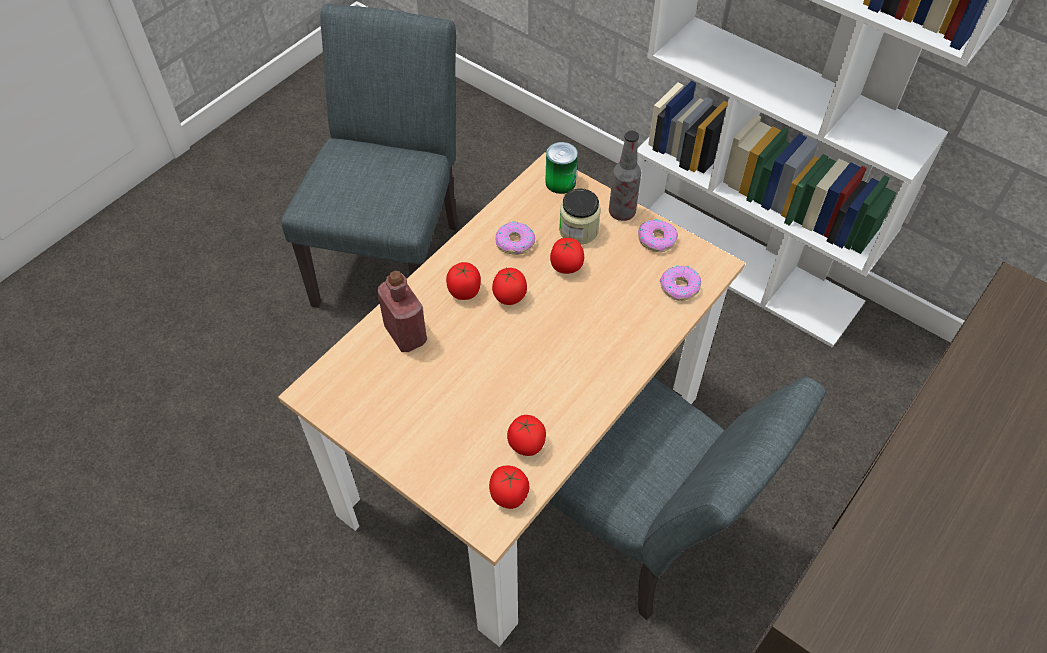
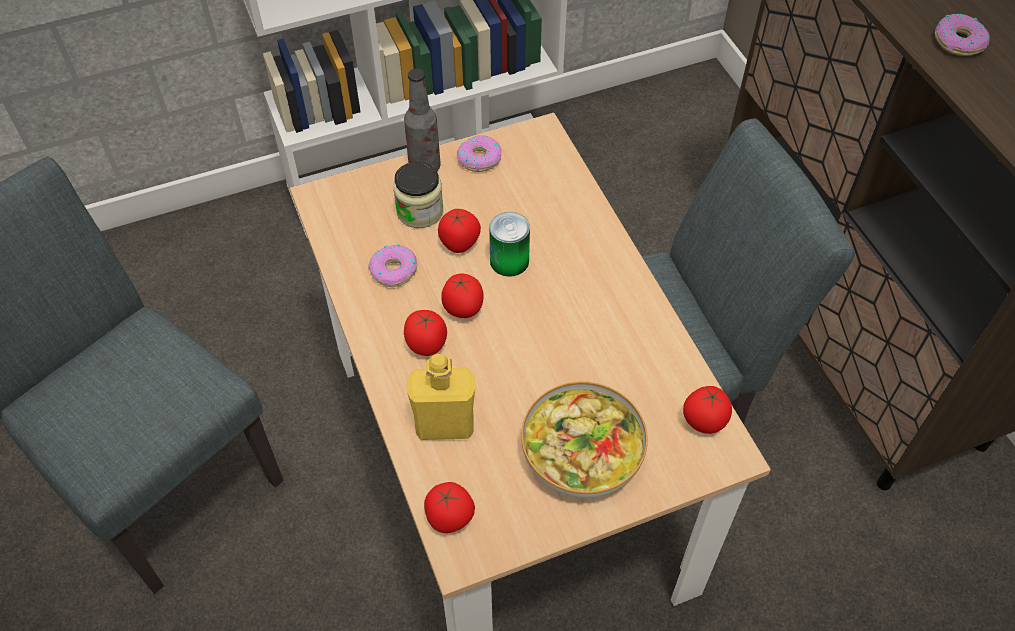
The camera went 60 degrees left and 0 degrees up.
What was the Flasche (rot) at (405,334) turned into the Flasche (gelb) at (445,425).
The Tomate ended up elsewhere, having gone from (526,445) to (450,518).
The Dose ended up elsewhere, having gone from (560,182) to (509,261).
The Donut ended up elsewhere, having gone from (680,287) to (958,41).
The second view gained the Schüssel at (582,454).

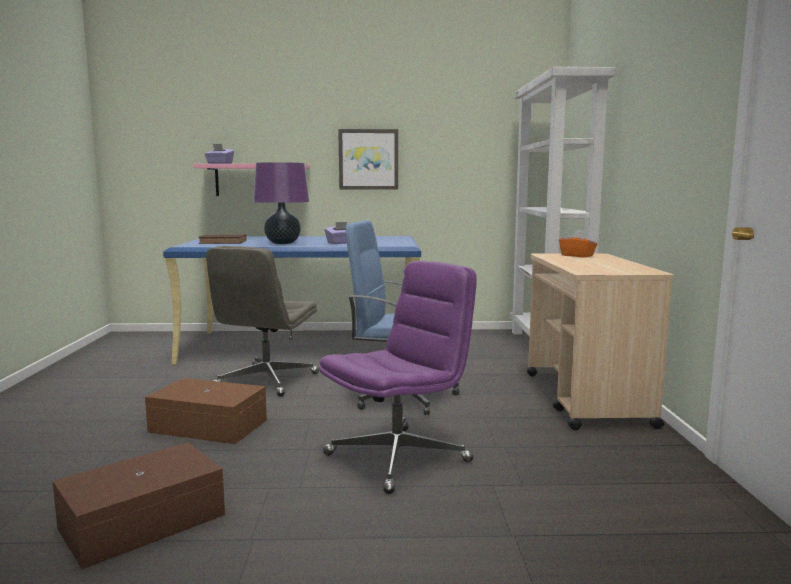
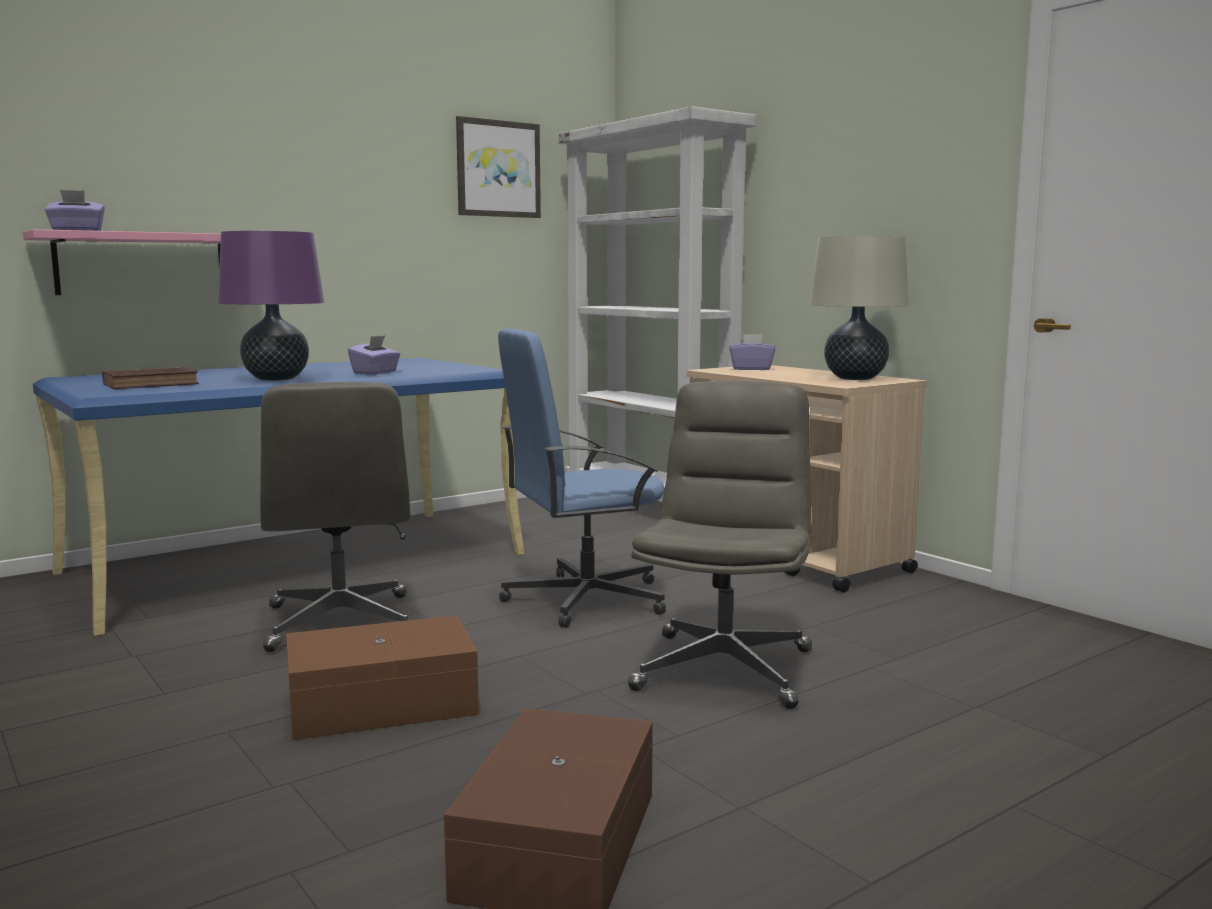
The camera went 35 degrees left and 0 degrees up.
What was the Bürostuhl (lila) at (398,457) turned into the Bürostuhl (grau) at (724,669).
The Bild ended up elsewhere, having gone from (368,159) to (498,169).
What was the Taschentuchbox (orange) at (577,256) turned into the Taschentuchbox (lila) at (751,369).
The second view gained the Tischlampe (beige) at (855,378).

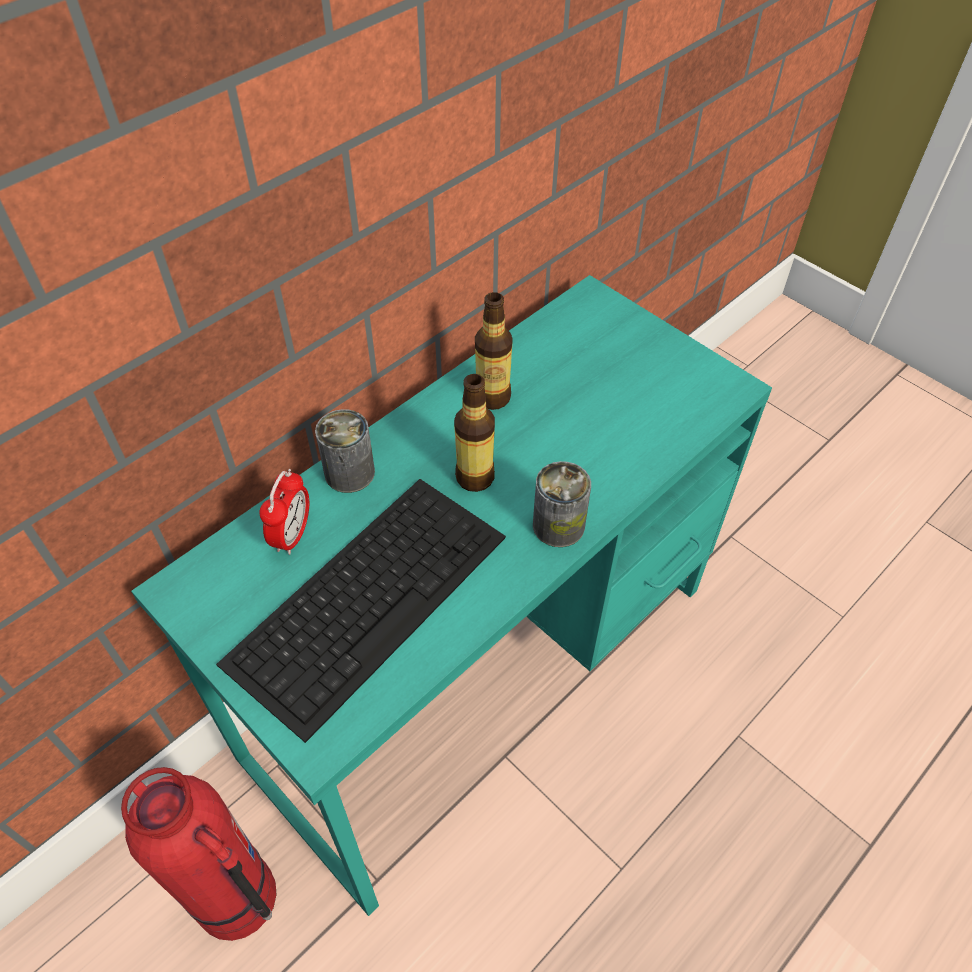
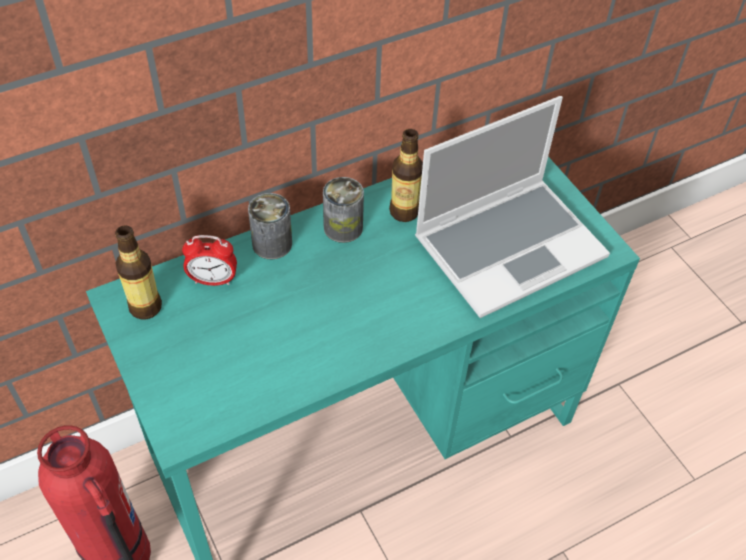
The camera went 15 degrees right and 0 degrees up.
The second view lost the Tastatur at (369,595).
The Wecker at (292,535) ended up facing another way, 60 degrees clockwise from before.
The Flasche ended up elsewhere, having gone from (475,477) to (145,307).
The Dose ended up elsewhere, having gone from (558,525) to (343,227).
The second view gained the Laptop at (510,246).

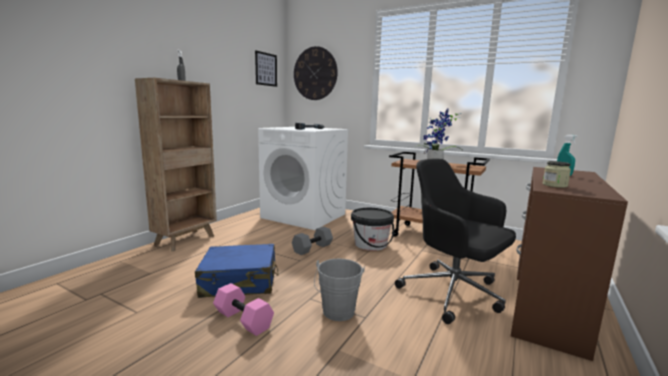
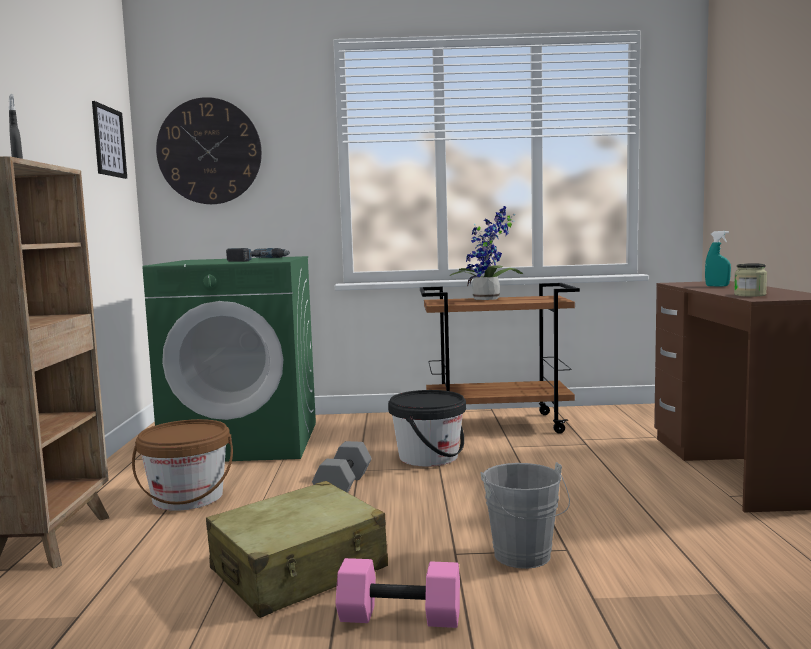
The camera went 30 degrees left and 5 degrees down.
What was the Koffer (blau) at (240,282) turned into the Koffer (beige) at (299,570).
What was the Waschmaschine (weiß) at (304,216) turned into the Waschmaschine (grün) at (245,441).
The second view lost the Bürostuhl (schwarz) at (453,293).
The second view gained the Eimer (braun) at (188,498).

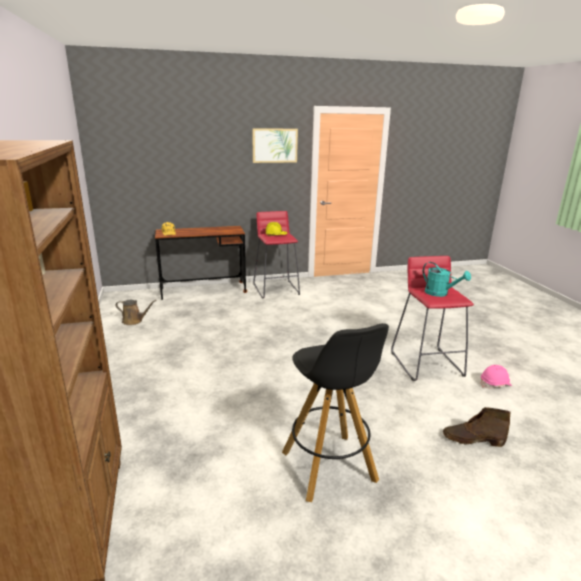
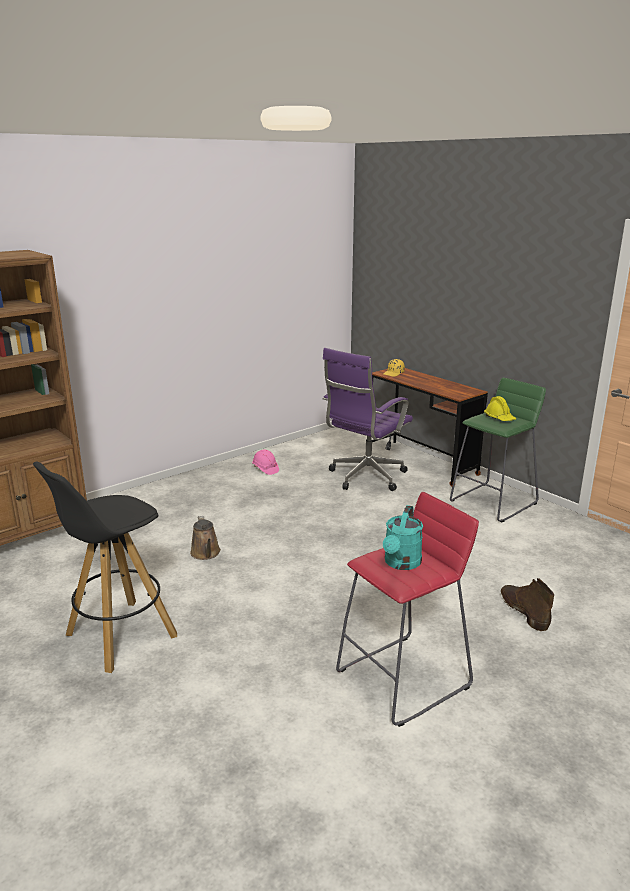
The camera went 65 degrees right and 0 degrees up.
The Gießkanne (braun) ended up elsewhere, having gone from (134,321) to (206,553).
The second view lost the Bild at (274,145).
What was the Hocker (rot) at (276,289) turned into the Hocker (grün) at (494,502).
The Stiefel (braun) ended up elsewhere, having gone from (472,439) to (523,610).
The Schutzhelm (rosa) ended up elsewhere, having gone from (495,384) to (265,469).
The second view gained the Bürostuhl (lila) at (365,477).

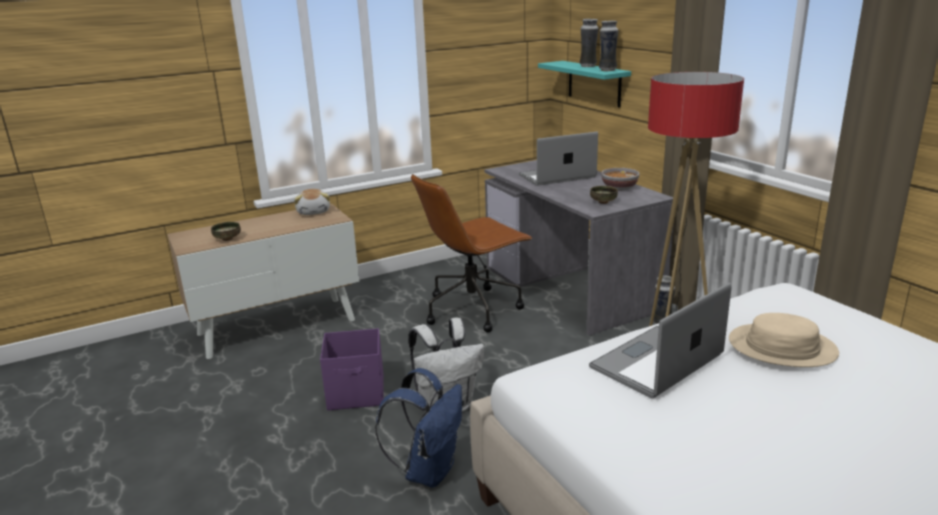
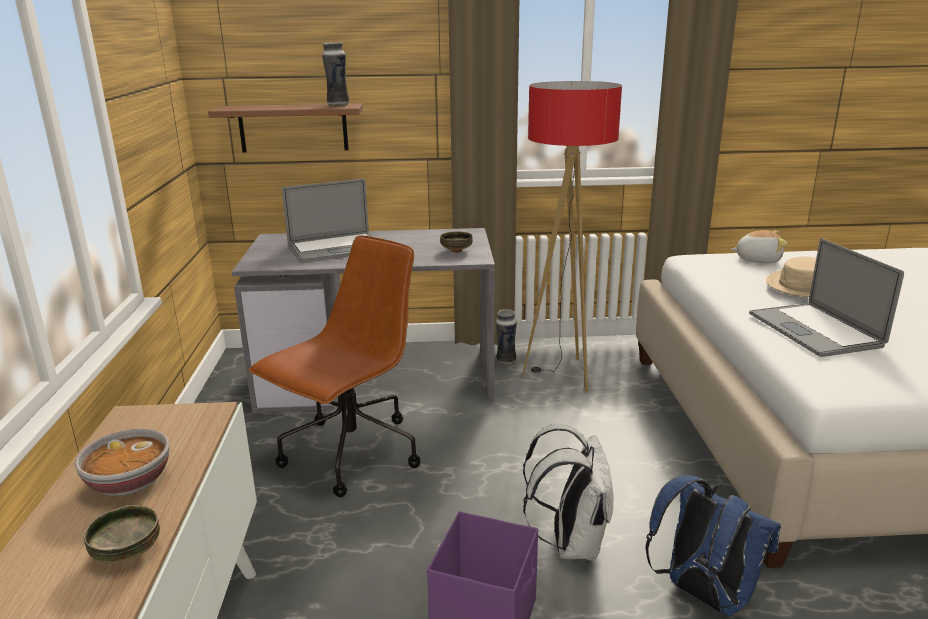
The camera went 65 degrees left and 0 degrees up.
The Plüschtier ended up elsewhere, having gone from (314,212) to (757,259).
The Bürostuhl (braun) at (473,309) ended up facing another way, 135 degrees counterclockwise from before.
The Laptop at (557,176) ended up facing another way, 120 degrees counterclockwise from before.
What was the Wandregal (türkis) at (594,83) turned into the Wandregal (braun) at (293,128).
The second view lost the Vase at (588,66).
The Schüssel ended up elsewhere, having gone from (619,188) to (129,483).

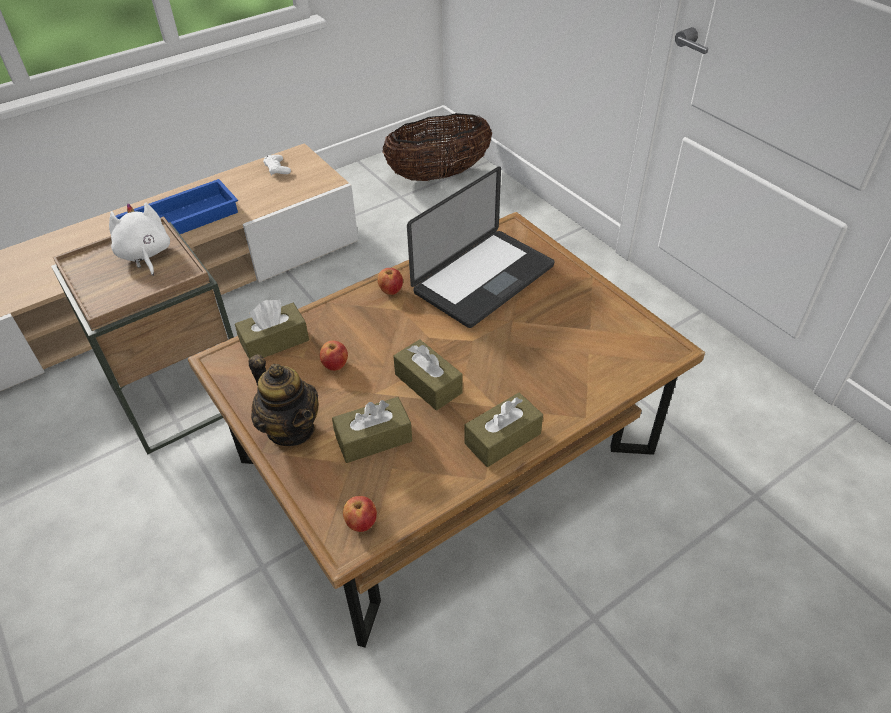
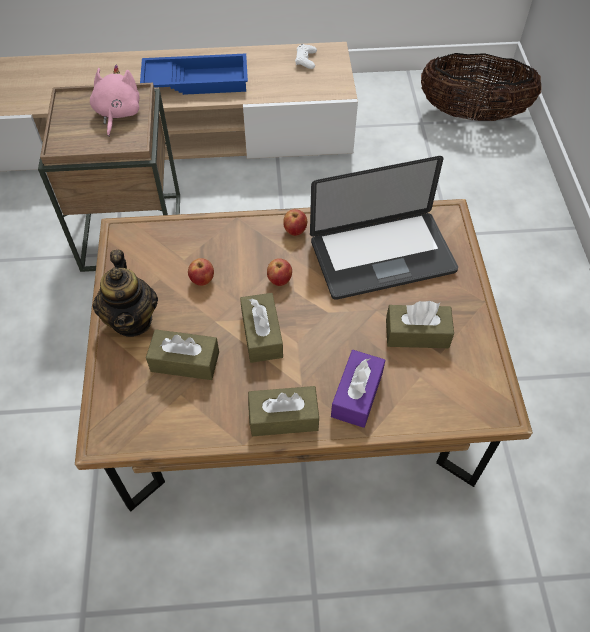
The camera went 30 degrees right and 10 degrees up.
What was the Plüschtier (weiß) at (145,255) turned into the Plüschtier (rosa) at (117,113).
The Taschentuchbox (braun) ended up elsewhere, having gone from (274,341) to (417,334).
The Apfel ended up elsewhere, having gone from (361,523) to (279,280).
The second view gained the Taschentuchbox (lila) at (357,395).

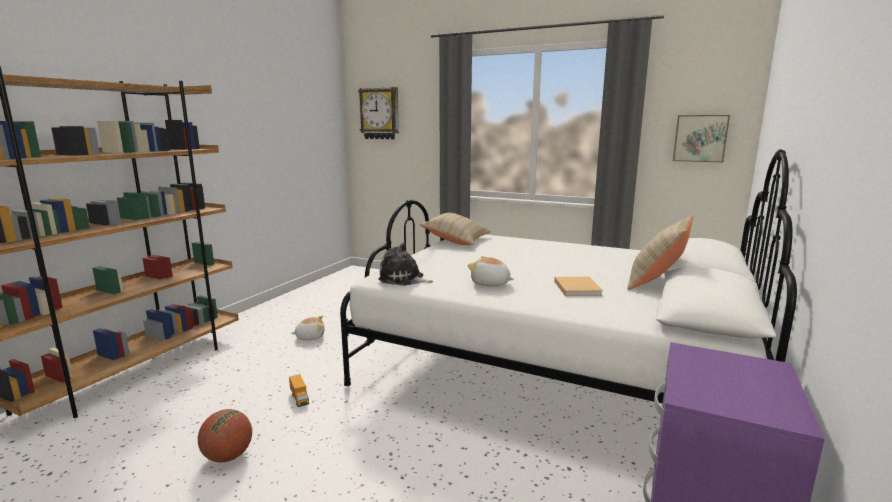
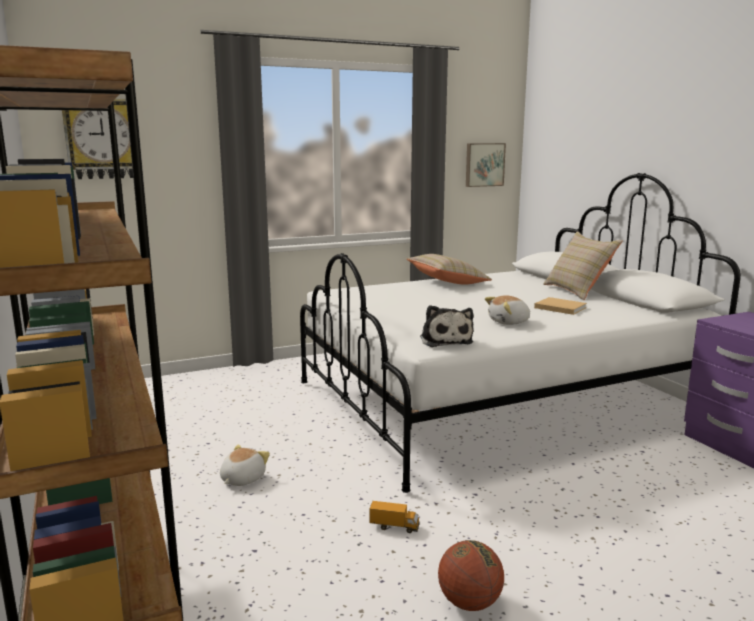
The camera went 50 degrees left and 0 degrees up.
The Plüschtier at (403,279) ended up facing another way, 75 degrees counterclockwise from before.
The Kissen (beige) ended up elsewhere, having gone from (456,240) to (447,282).

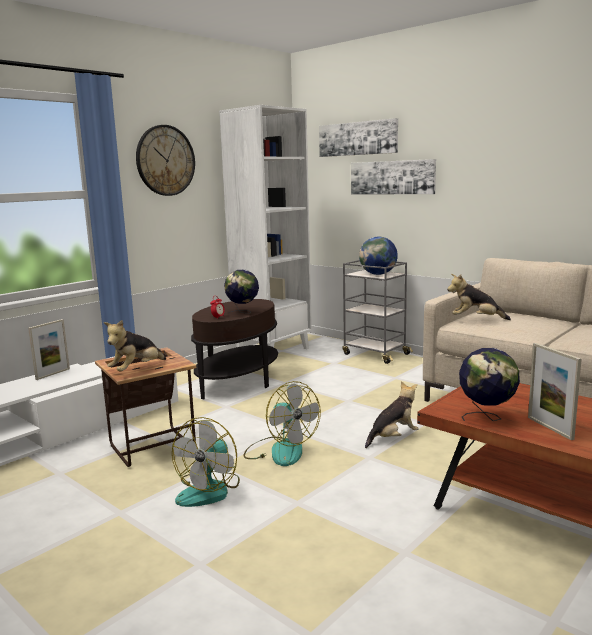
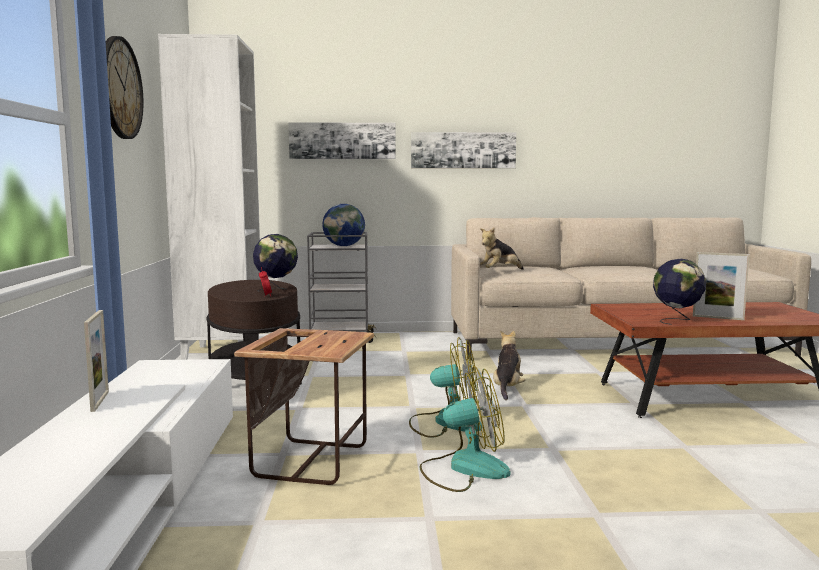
The camera went 45 degrees left and 5 degrees down.
The second view lost the Plüschtier at (137,370).
The Ventilator at (209,490) ended up facing another way, 75 degrees counterclockwise from before.
The Bild ended up elsewhere, having gone from (358,138) to (463,150).

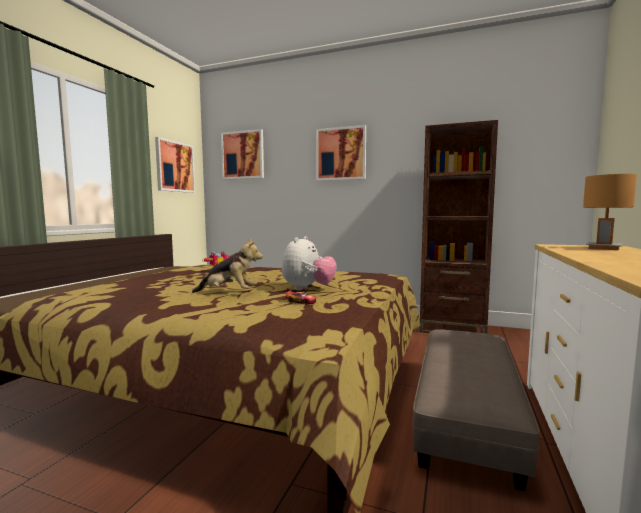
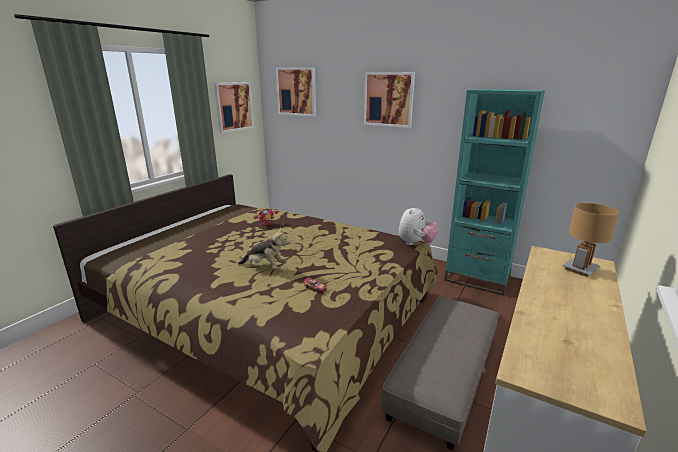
The camera went 10 degrees right and 15 degrees up.
The Plüschtier ended up elsewhere, having gone from (308,289) to (416,243).
What was the Bücherregal (braun) at (452,329) turned into the Bücherregal (türkis) at (477,279).

